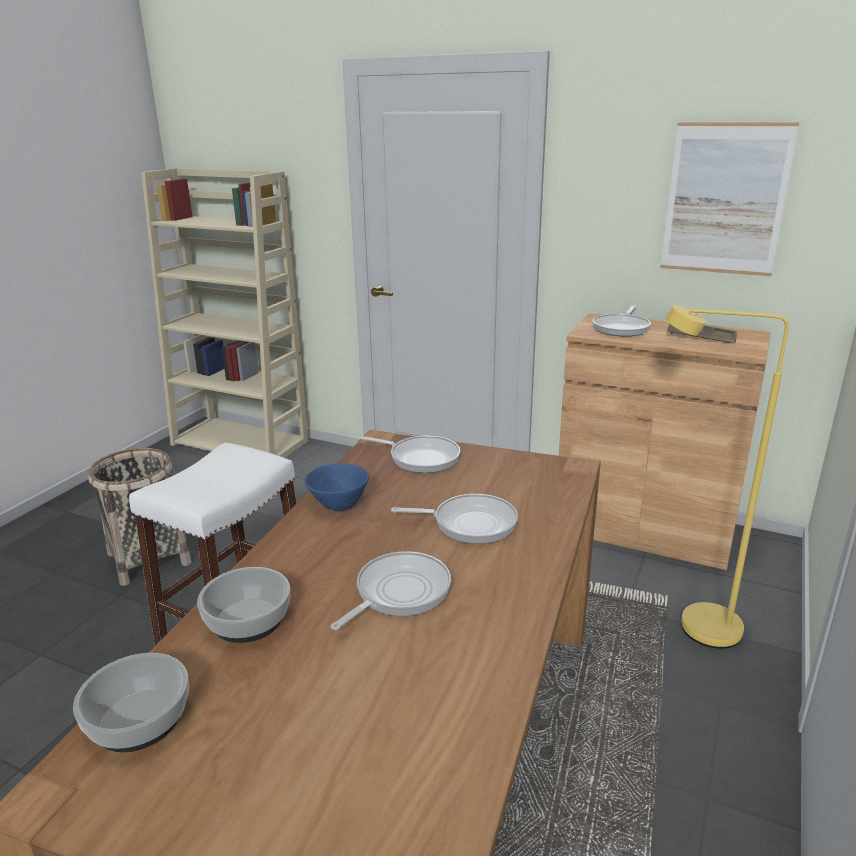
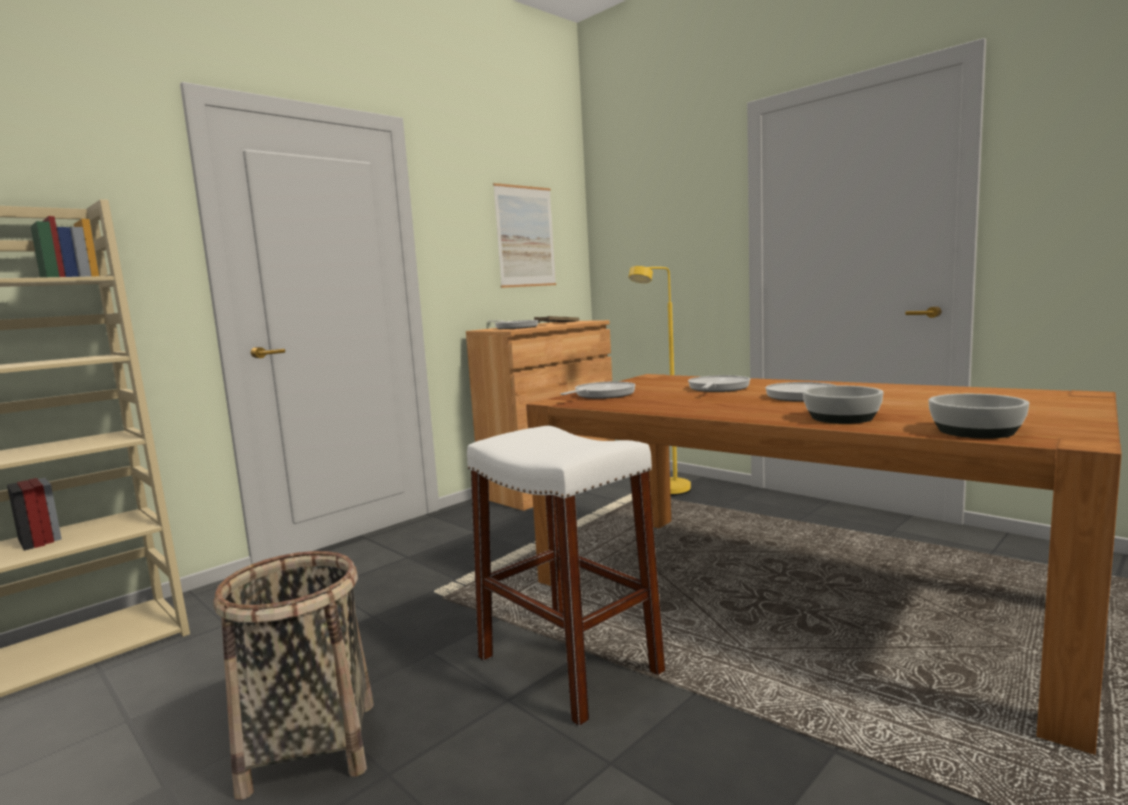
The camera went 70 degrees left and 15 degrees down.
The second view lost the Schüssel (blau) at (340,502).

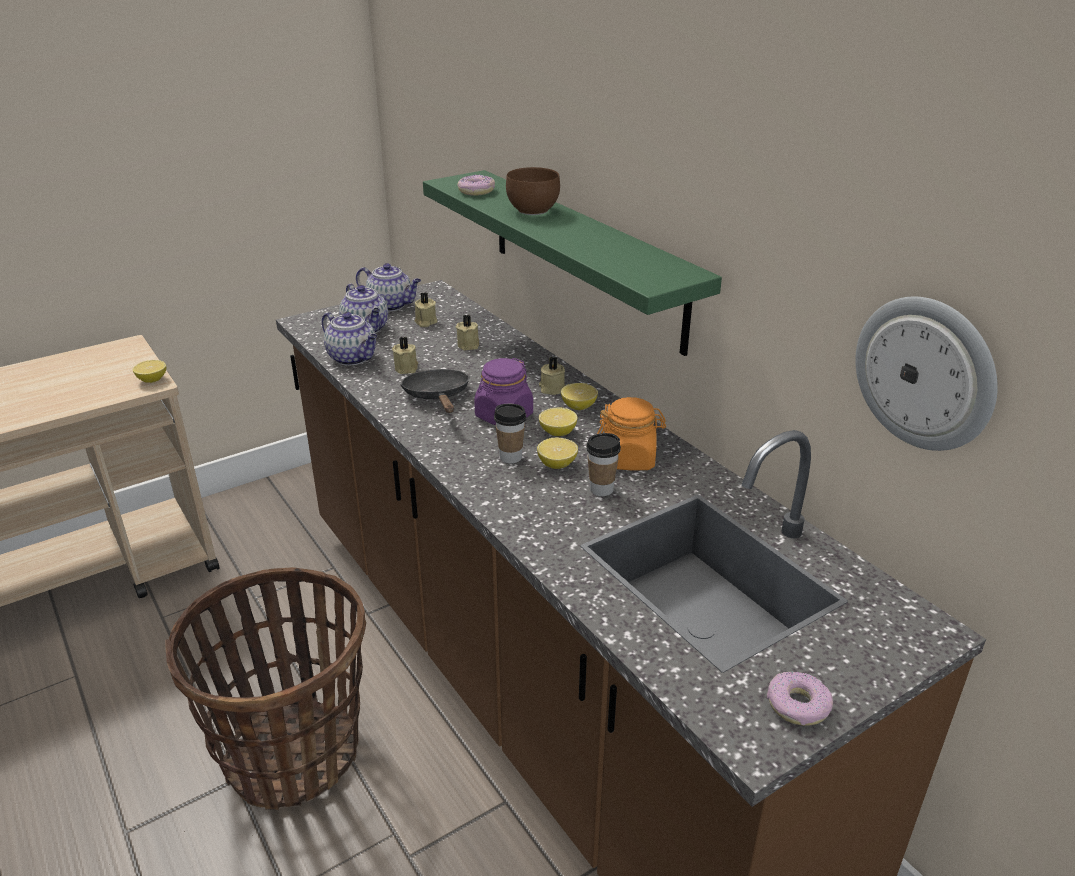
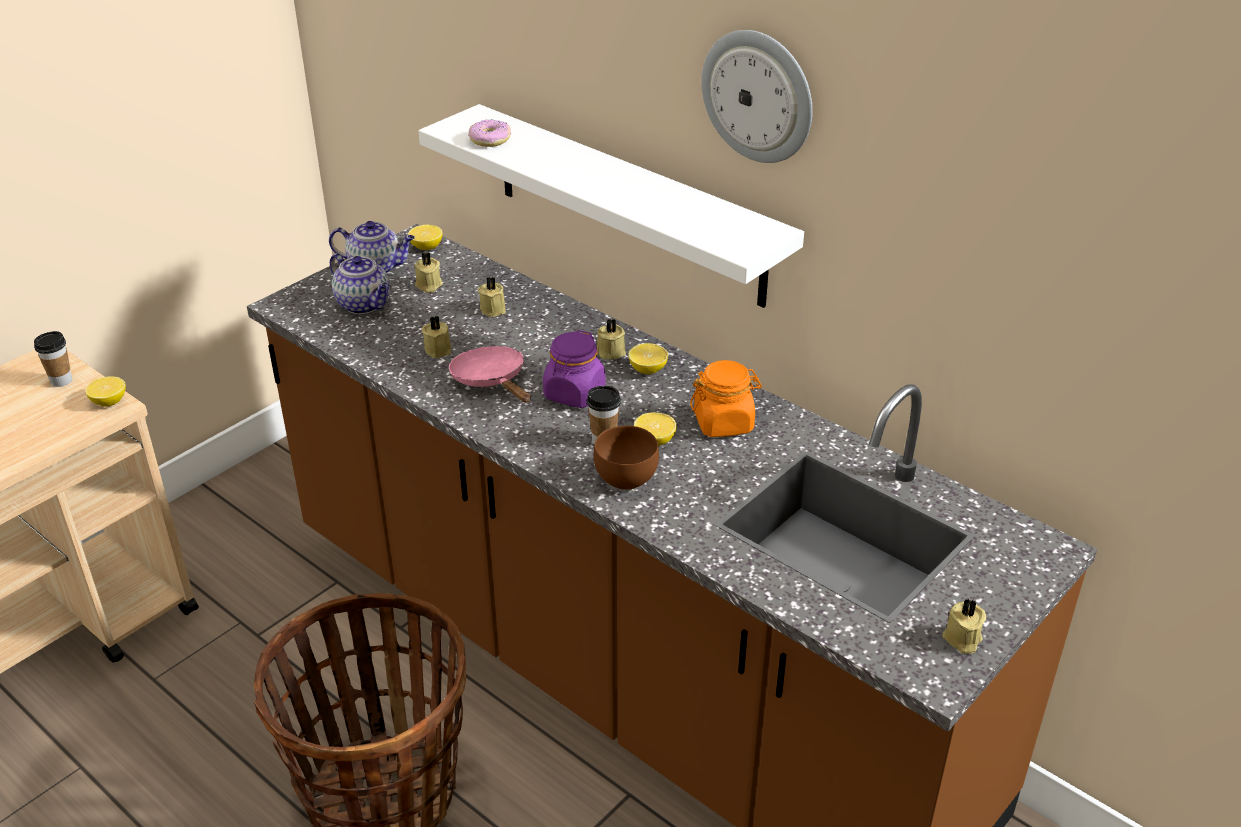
The camera went 15 degrees left and 5 degrees up.
The second view lost the Teekanne at (353,358).
What was the Pfanne (schwarz) at (438,396) turned into the Pfanne (rosa) at (491,380).
What was the Wandregal (grün) at (584,257) turned into the Wandregal (weiß) at (627,205).
The Schüssel (braun) ended up elsewhere, having gone from (533,210) to (626,477).
The Zitrone ended up elsewhere, having gone from (557,432) to (426,247).
The Tasse ended up elsewhere, having gone from (601,489) to (61,381).
Where the Donut stood at (797,706), the Kerze (beige) came to stand at (962,639).
The Wanduhr ended up elsewhere, having gone from (925,373) to (758,96).

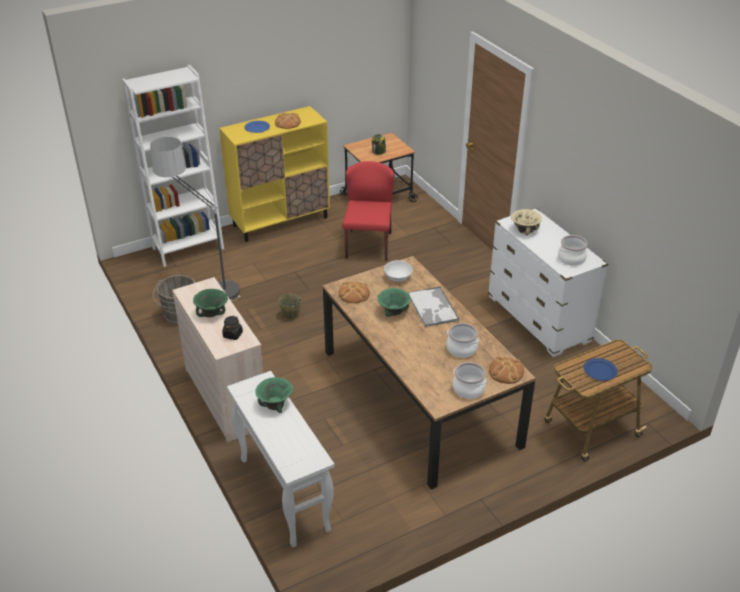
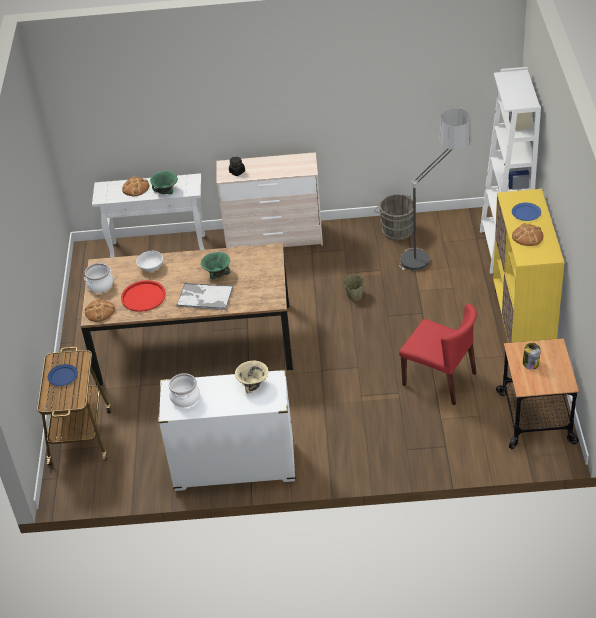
The camera went 120 degrees right and 5 degrees up.
The second view lost the Schüssel (grün) at (211,313).
The Brot ended up elsewhere, having gone from (354,293) to (135,188).
The Schüssel (weiß) ended up elsewhere, having gone from (398,277) to (151,267).
Where the Kochtopf stood at (462,349), the Tablett (rot) came to stand at (143,296).

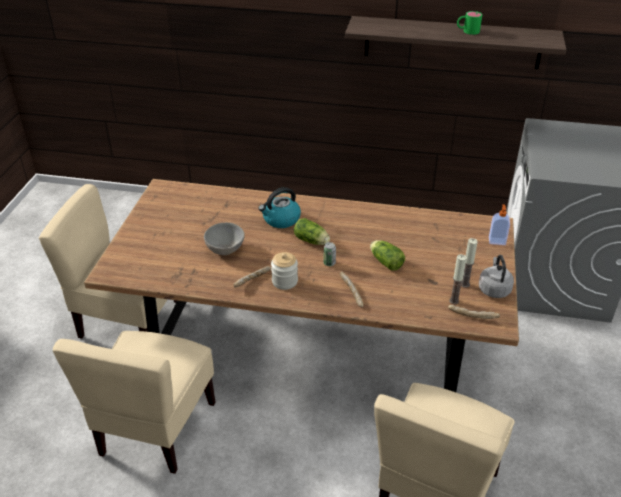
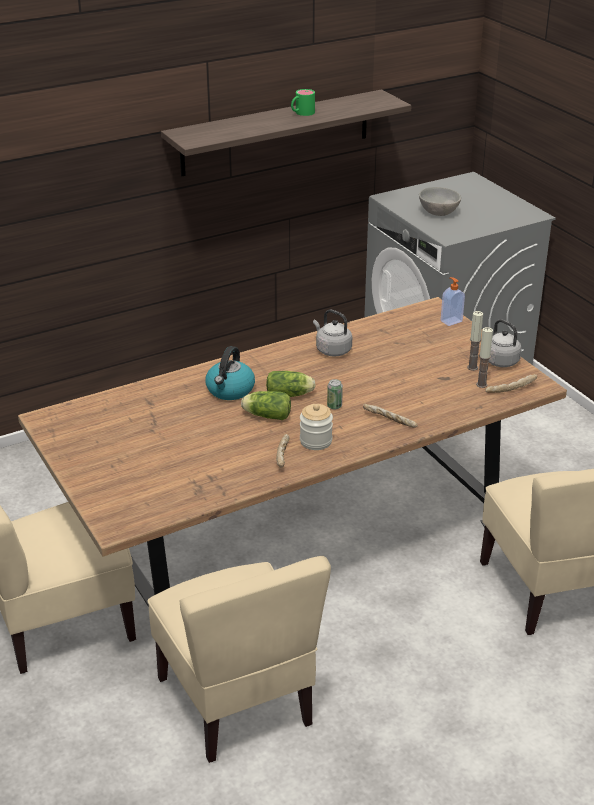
The camera went 40 degrees left and 5 degrees down.
The Schüssel (grau) ended up elsewhere, having gone from (226,249) to (439,213).
The Salatkopf ended up elsewhere, having gone from (385,261) to (266,415).
The second view gained the Wasserkessel (grau) at (332,350).

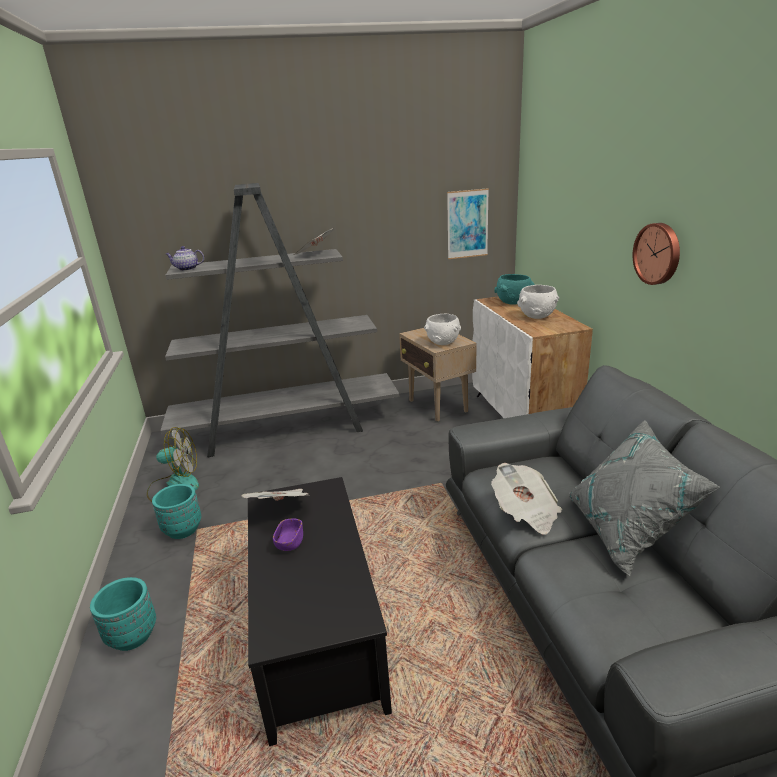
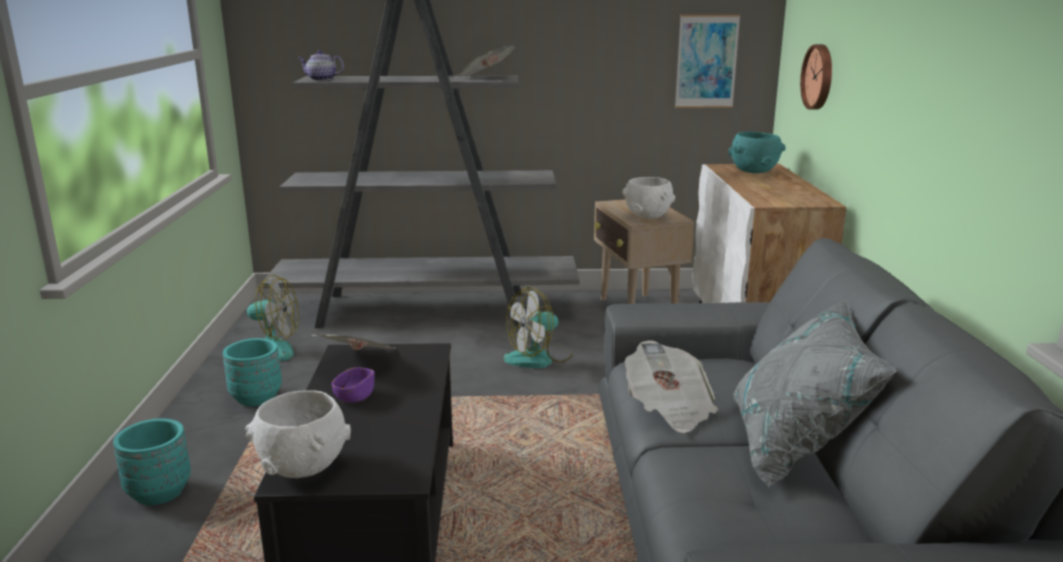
The camera went 10 degrees right and 5 degrees down.
The Schüssel (weiß) ended up elsewhere, having gone from (537,316) to (304,467).
The Wanduhr ended up elsewhere, having gone from (658,253) to (819,77).
The second view gained the Ventilator at (538,358).

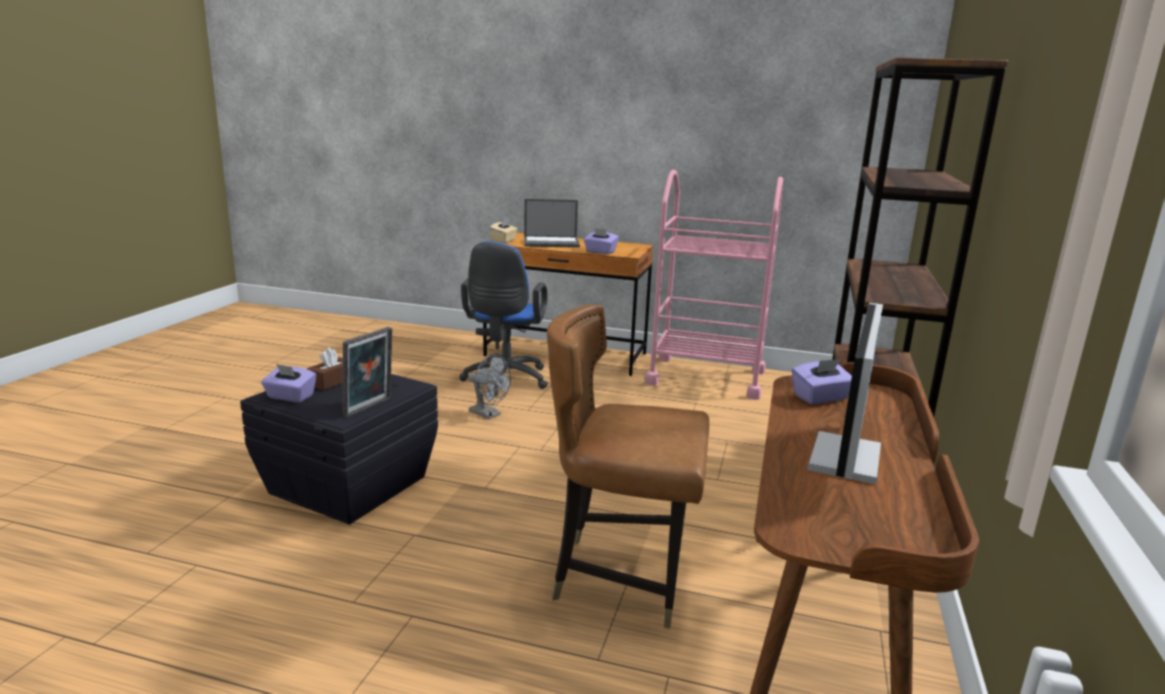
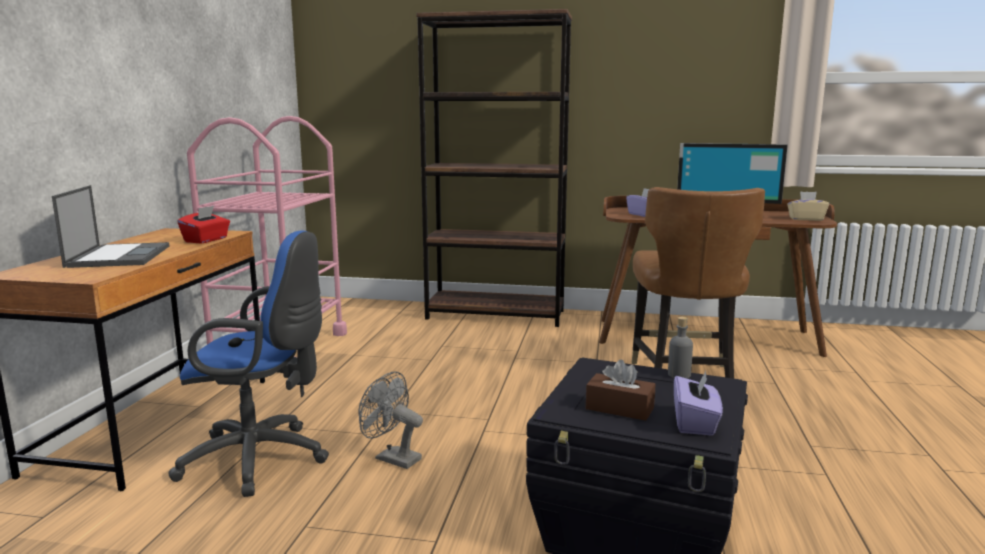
The camera went 95 degrees left and 5 degrees down.
Where the Bilderrahmen stood at (370,408), the Flasche (grau) came to stand at (679,374).
The Ventilator (grau) at (489,414) ended up facing another way, 90 degrees counterclockwise from before.
The Taschentuchbox (beige) ended up elsewhere, having gone from (503,241) to (805,219).
What was the Taschentuchbox (lila) at (600,251) turned into the Taschentuchbox (rot) at (206,240).

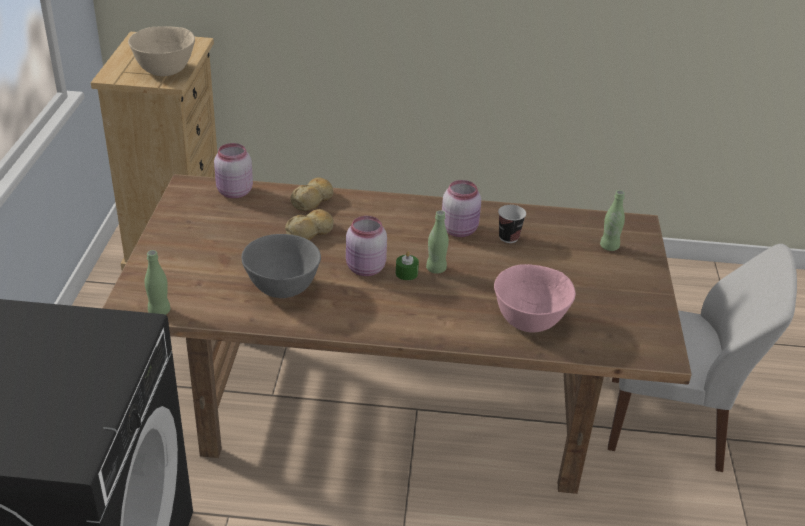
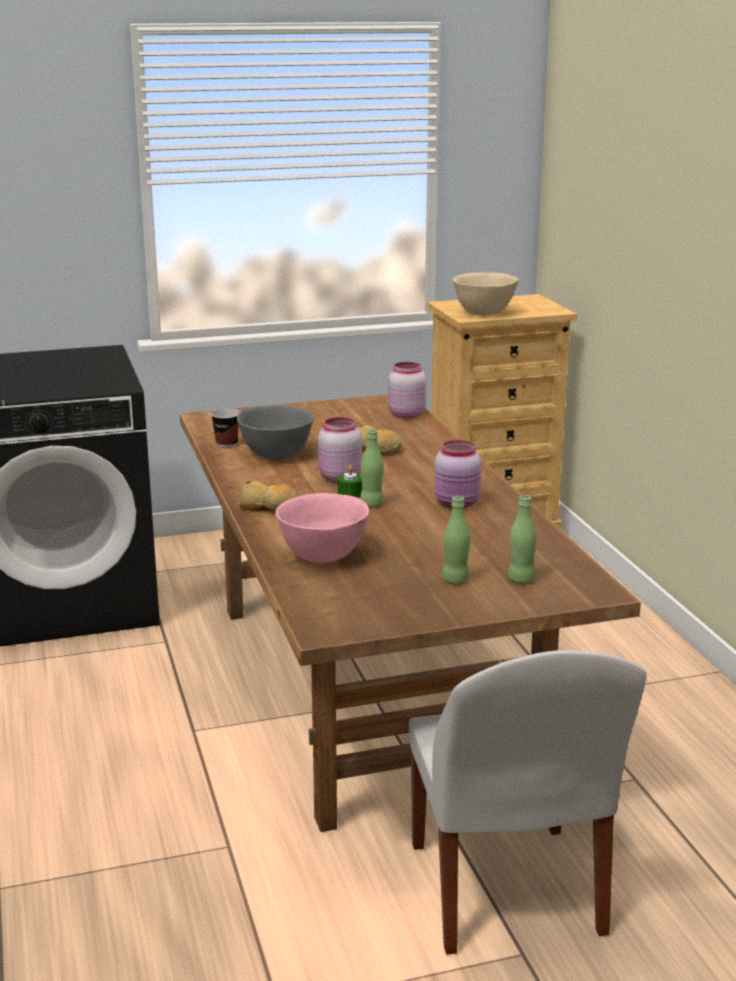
The camera went 70 degrees right and 15 degrees down.
The Flasche (grün) ended up elsewhere, having gone from (159,311) to (455,580).
The Brot ended up elsewhere, having gone from (313,200) to (269,507).
The Tasse ended up elsewhere, having gone from (508,237) to (226,444).

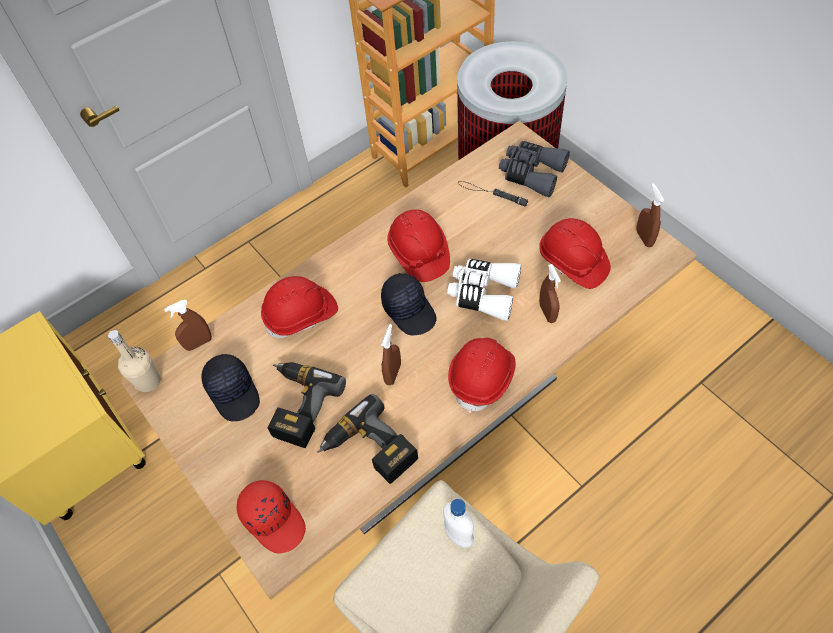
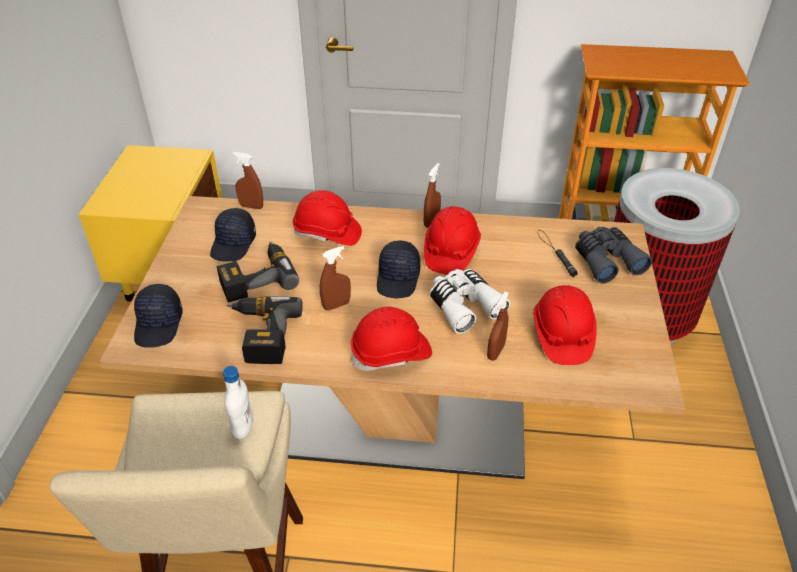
The camera went 40 degrees right and 15 degrees down.
The second view lost the Flasche (beige) at (148,381).
What was the Kappe (rot) at (274,519) turned into the Kappe (schwarz) at (159,324).
The Sprühflasche (braun) ended up elsewhere, having gone from (644,238) to (431,221).

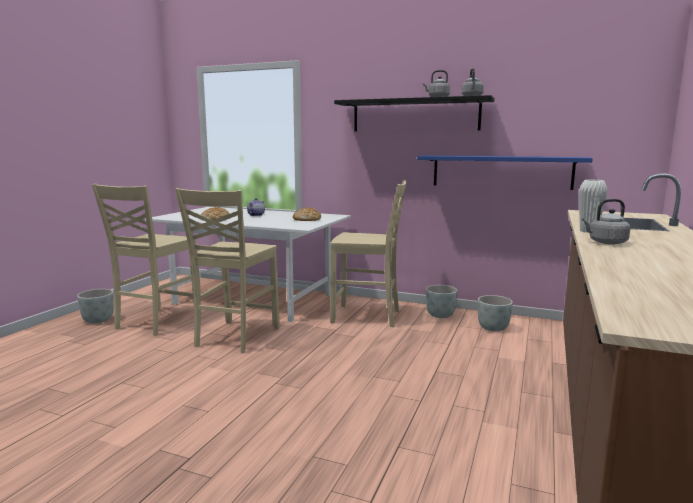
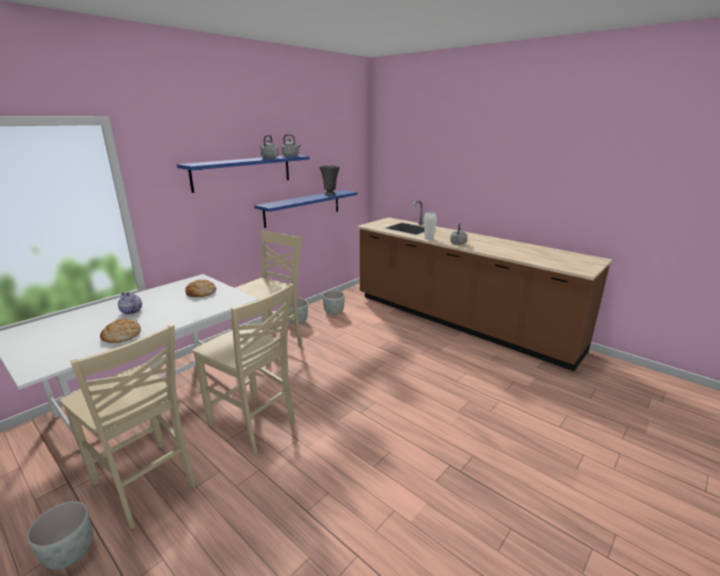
The camera went 70 degrees left and 10 degrees up.
What was the Wandregal (schwarz) at (415,115) turned into the Wandregal (blau) at (243,172).
The second view gained the Vase (grau) at (330,194).

